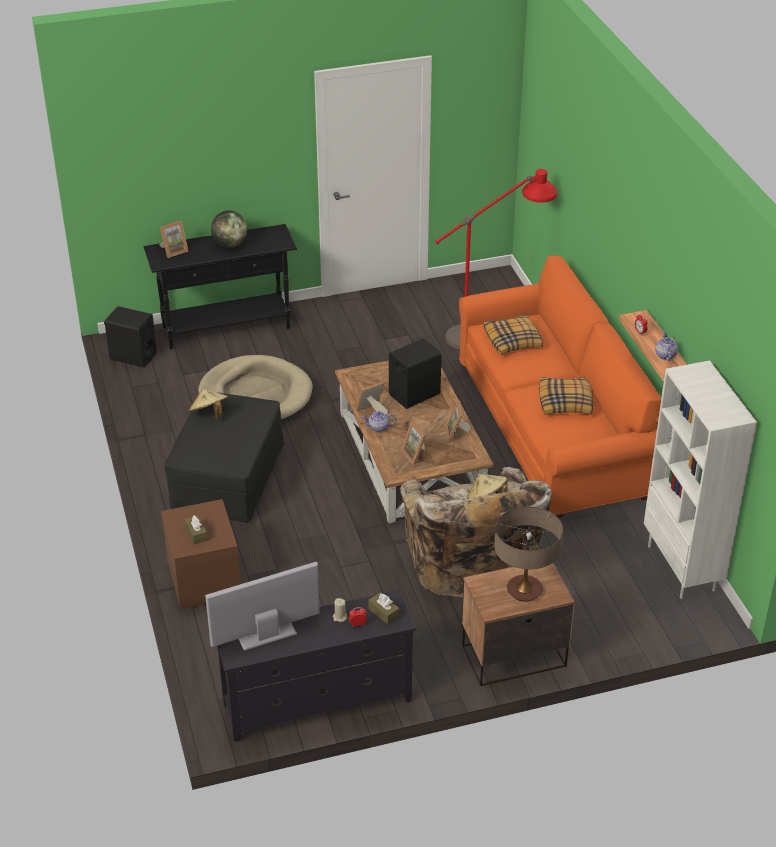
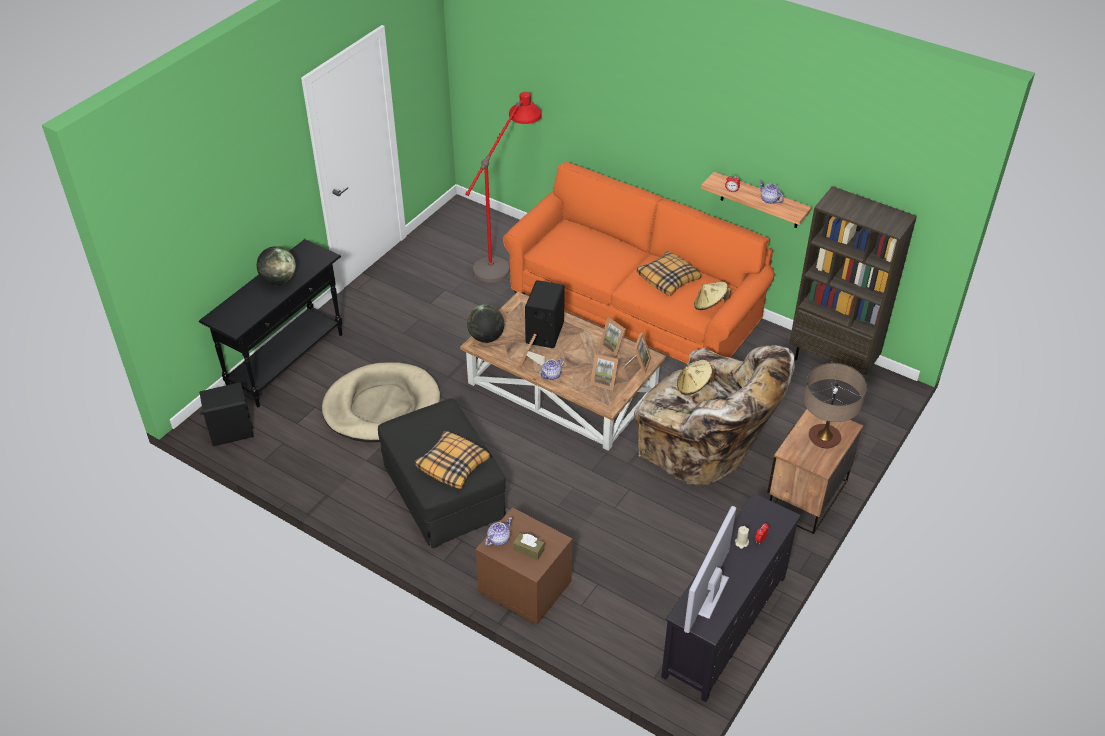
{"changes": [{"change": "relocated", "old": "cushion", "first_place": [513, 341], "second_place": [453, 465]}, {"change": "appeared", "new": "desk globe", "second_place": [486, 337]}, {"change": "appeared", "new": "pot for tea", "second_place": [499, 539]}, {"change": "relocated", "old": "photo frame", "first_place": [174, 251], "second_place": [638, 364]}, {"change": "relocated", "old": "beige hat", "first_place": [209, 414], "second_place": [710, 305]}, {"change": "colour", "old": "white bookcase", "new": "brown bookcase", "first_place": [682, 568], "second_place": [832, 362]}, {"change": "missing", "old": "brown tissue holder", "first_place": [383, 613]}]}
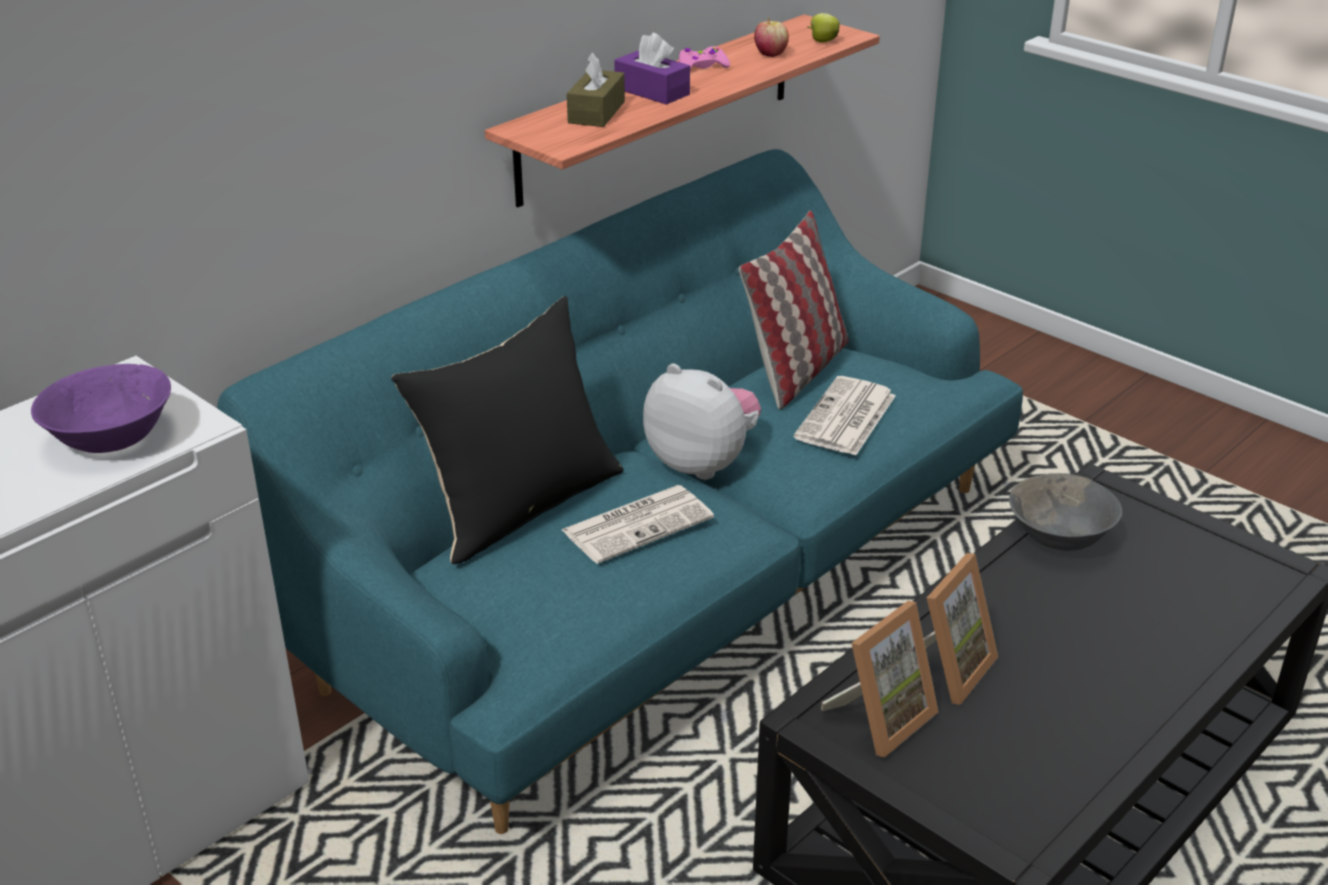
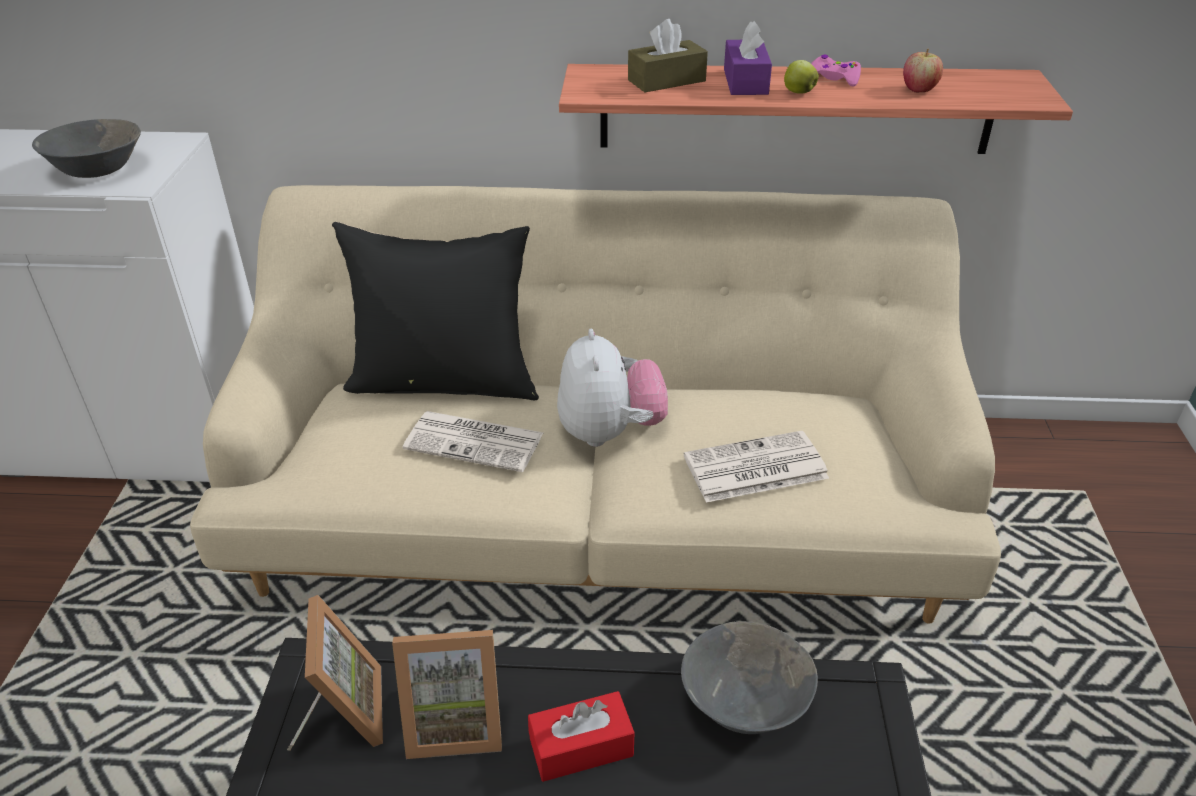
{"changes": [{"change": "colour", "old": "purplish bowl", "new": "gray bowl", "first_place": [113, 437], "second_place": [98, 170]}, {"change": "colour", "old": "turquoise-coloured settee", "new": "beige settee", "first_place": [664, 577], "second_place": [599, 512]}, {"change": "spun", "old": "photo frame", "first_place": [880, 718], "second_place": [343, 712], "degrees": -105}, {"change": "appeared", "new": "reddish tissue holder", "second_place": [581, 747]}, {"change": "relocated", "old": "apple", "first_place": [822, 41], "second_place": [798, 92]}, {"change": "missing", "old": "cushion", "first_place": [796, 370]}]}
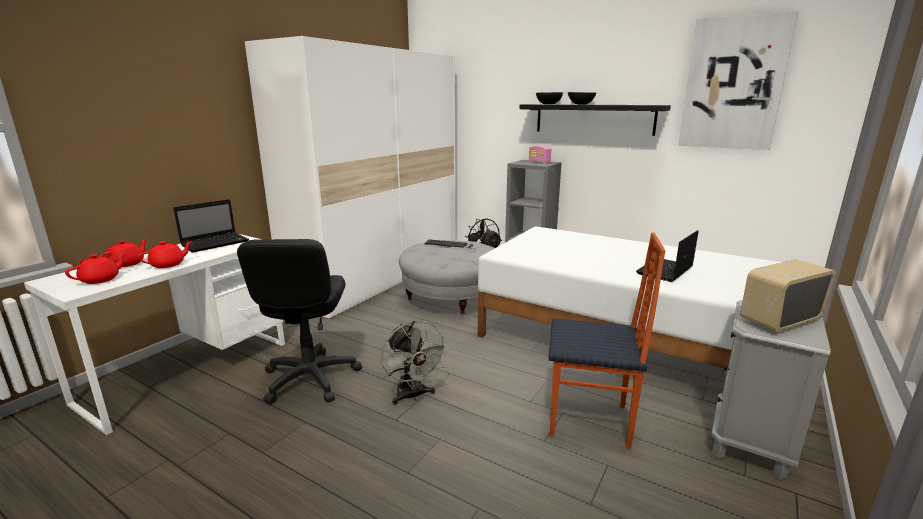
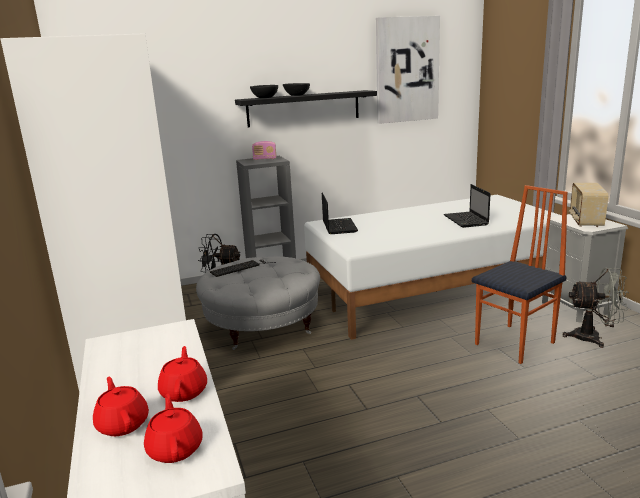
{"changes": [{"change": "relocated", "old": "portable computer", "first_place": [216, 243], "second_place": [339, 227]}, {"change": "relocated", "old": "gray cooling fan", "first_place": [413, 396], "second_place": [593, 338]}, {"change": "missing", "old": "black desk chair", "first_place": [310, 378]}]}
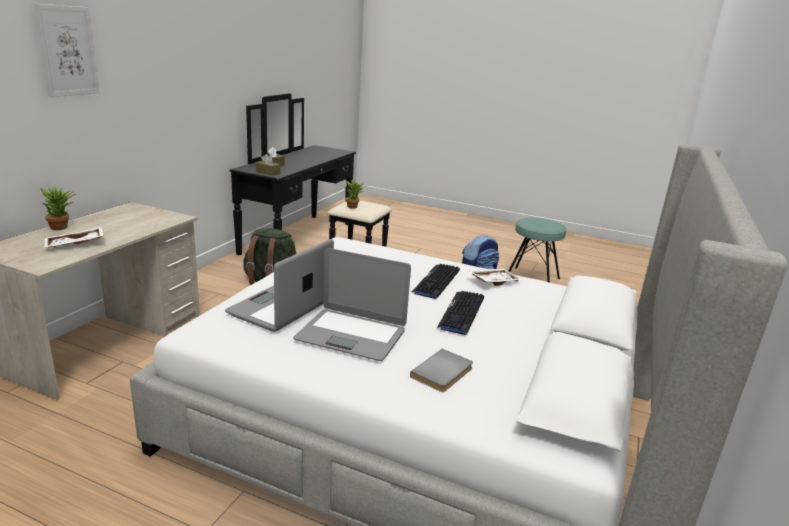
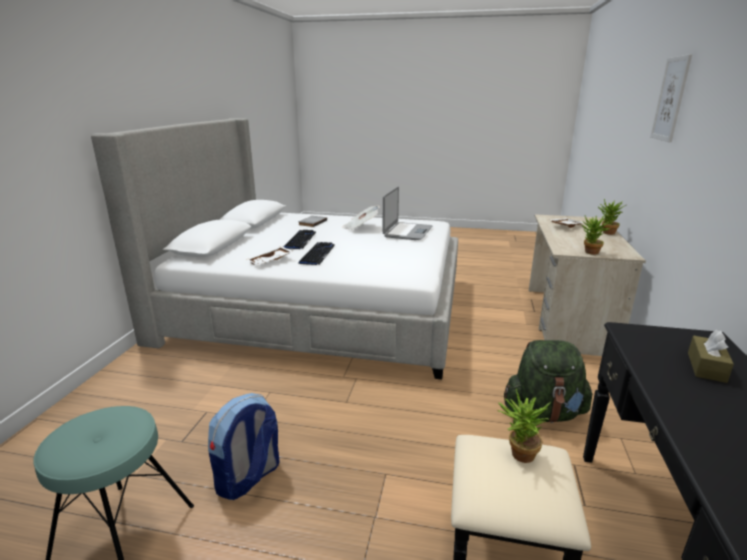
{"changes": [{"change": "exchanged", "old": "portable computer", "new": "printed paper", "first_place": [351, 335], "second_place": [360, 227]}, {"change": "appeared", "new": "plant in a pot", "second_place": [590, 253]}, {"change": "missing", "old": "brown tissue holder", "first_place": [268, 172]}]}
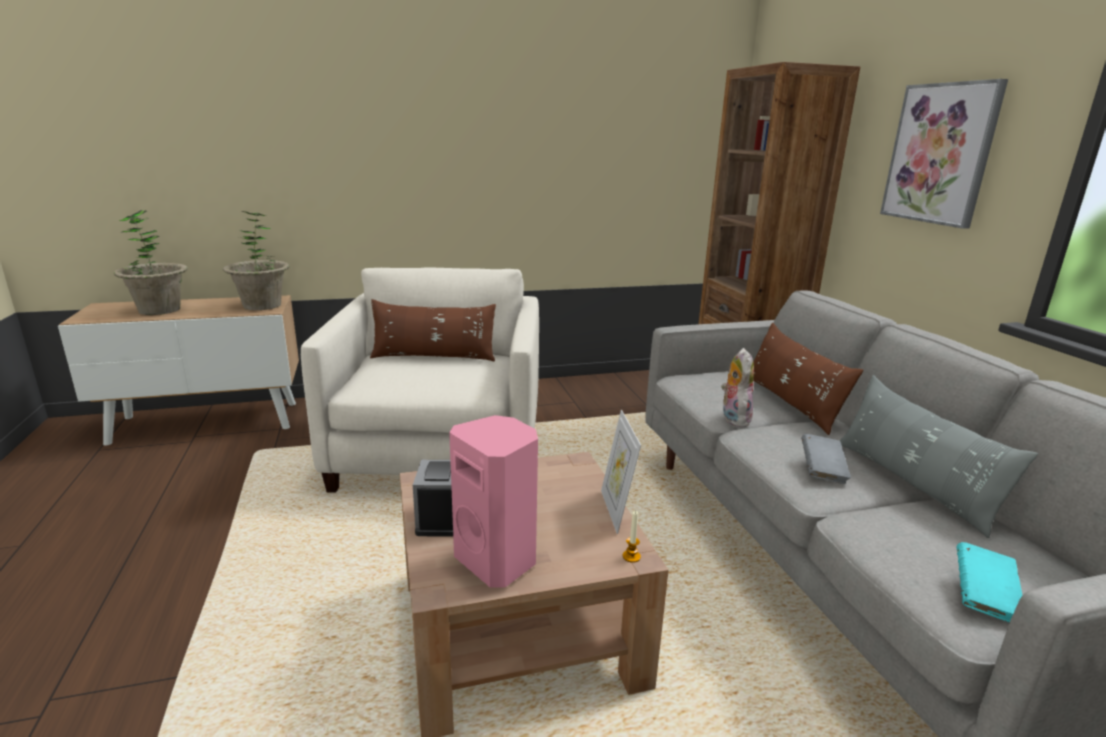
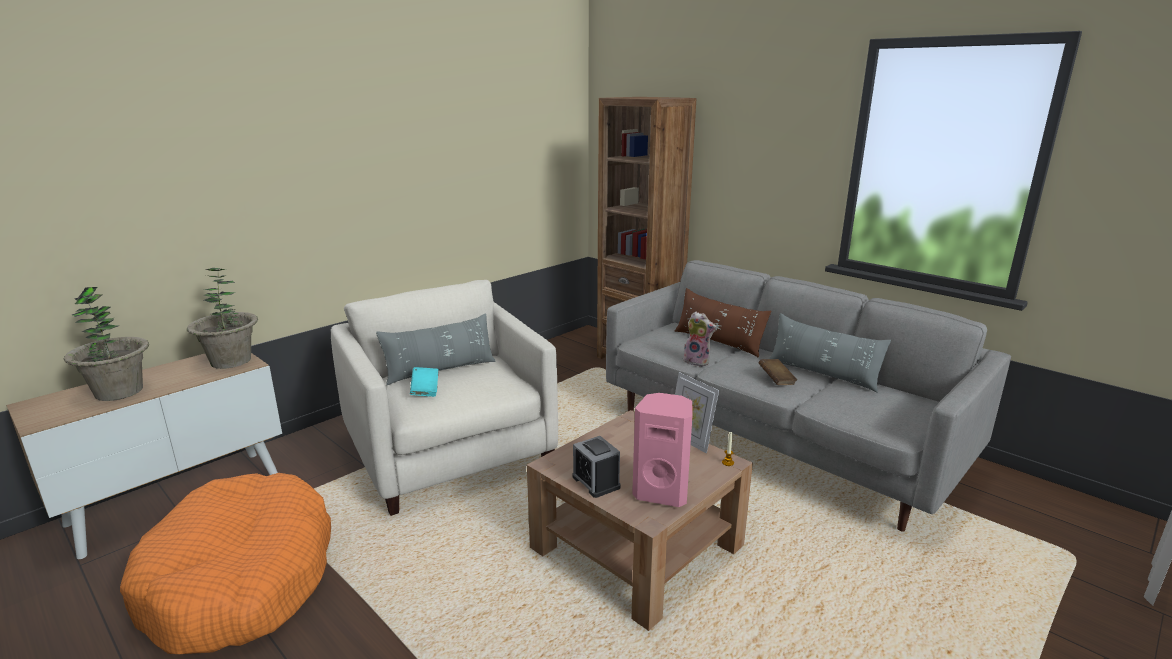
{"changes": [{"change": "appeared", "new": "orangey dog cushion", "second_place": [241, 579]}, {"change": "colour", "old": "brown cushion", "new": "gray cushion", "first_place": [434, 357], "second_place": [440, 370]}, {"change": "relocated", "old": "turquoise-coloured bound book", "first_place": [983, 597], "second_place": [425, 390]}, {"change": "spun", "old": "plush toy", "first_place": [733, 418], "second_place": [698, 361], "degrees": 150}, {"change": "colour", "old": "gray bound book", "new": "brown bound book", "first_place": [822, 471], "second_place": [776, 380]}, {"change": "missing", "old": "wall picture", "first_place": [940, 154]}]}
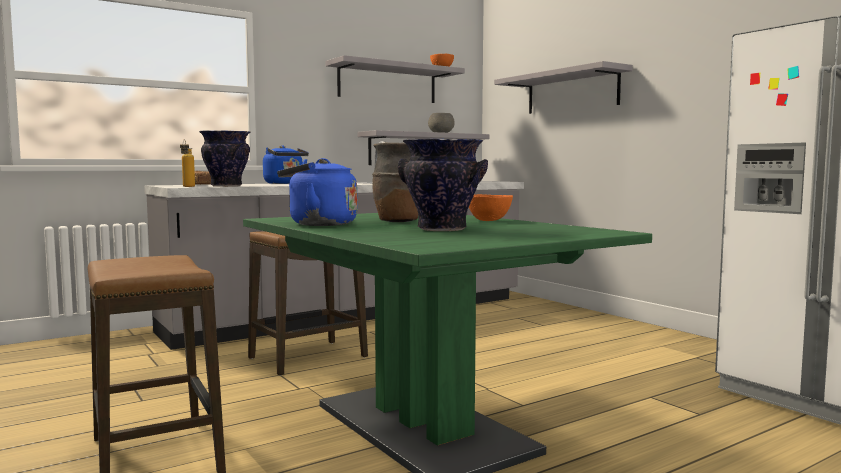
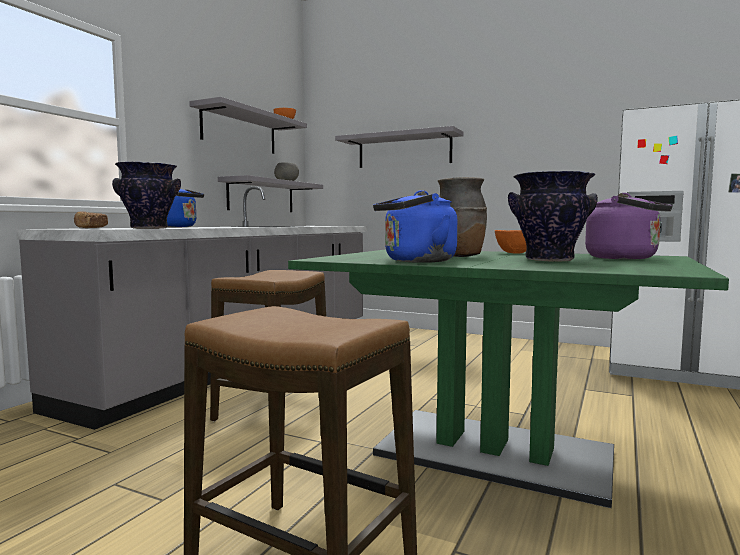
{"changes": [{"change": "appeared", "new": "purplish tea kettle", "second_place": [626, 258]}, {"change": "missing", "old": "bottle", "first_place": [187, 186]}]}
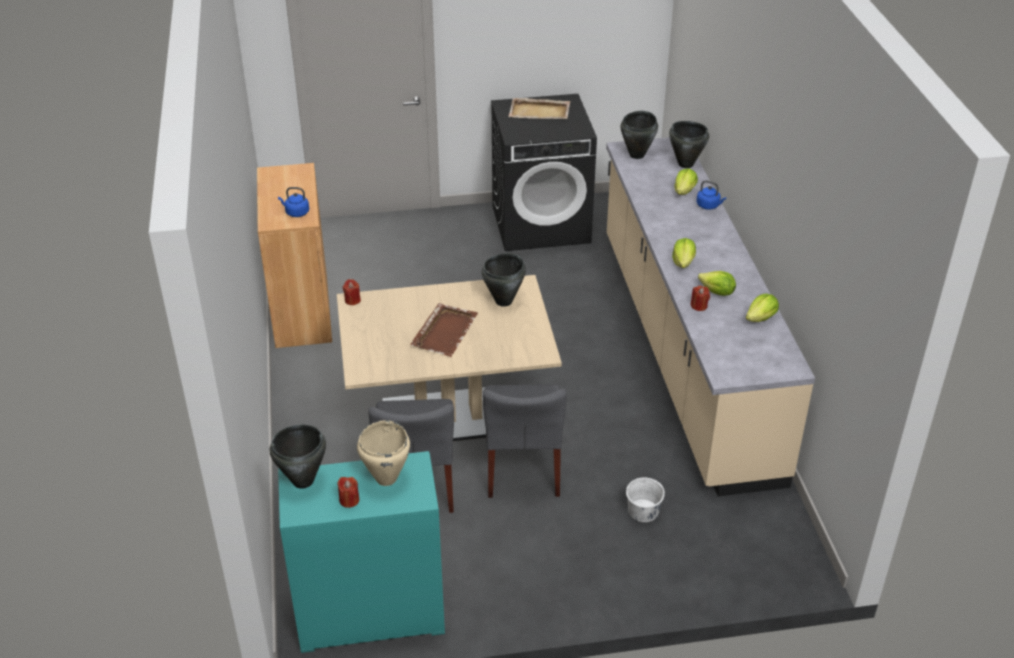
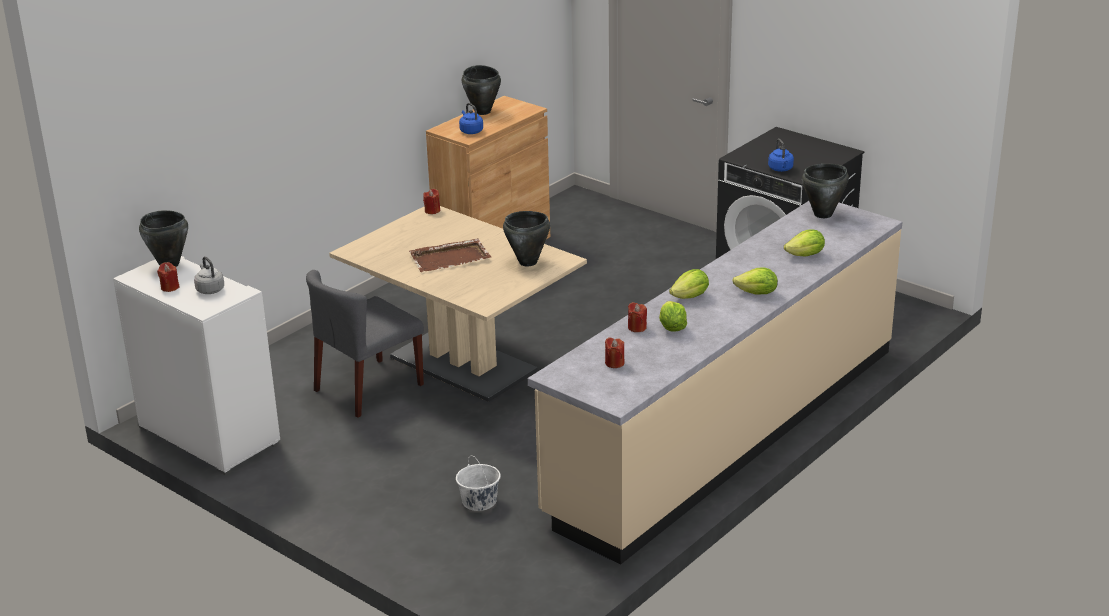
{"changes": [{"change": "colour", "old": "turquoise-coloured storage cabinet", "new": "white storage cabinet", "first_place": [369, 614], "second_place": [207, 435]}, {"change": "exchanged", "old": "beige saucepot", "new": "gray tea kettle", "first_place": [385, 478], "second_place": [209, 289]}, {"change": "relocated", "old": "black saucepot", "first_place": [685, 164], "second_place": [482, 111]}, {"change": "appeared", "new": "reddish wax light", "second_place": [614, 363]}, {"change": "relocated", "old": "head of lettuce", "first_place": [761, 318], "second_place": [757, 293]}, {"change": "relocated", "old": "bluish tea kettle", "first_place": [709, 206], "second_place": [781, 169]}, {"change": "missing", "old": "gray chair", "first_place": [523, 467]}, {"change": "missing", "old": "beige tray", "first_place": [540, 111]}]}
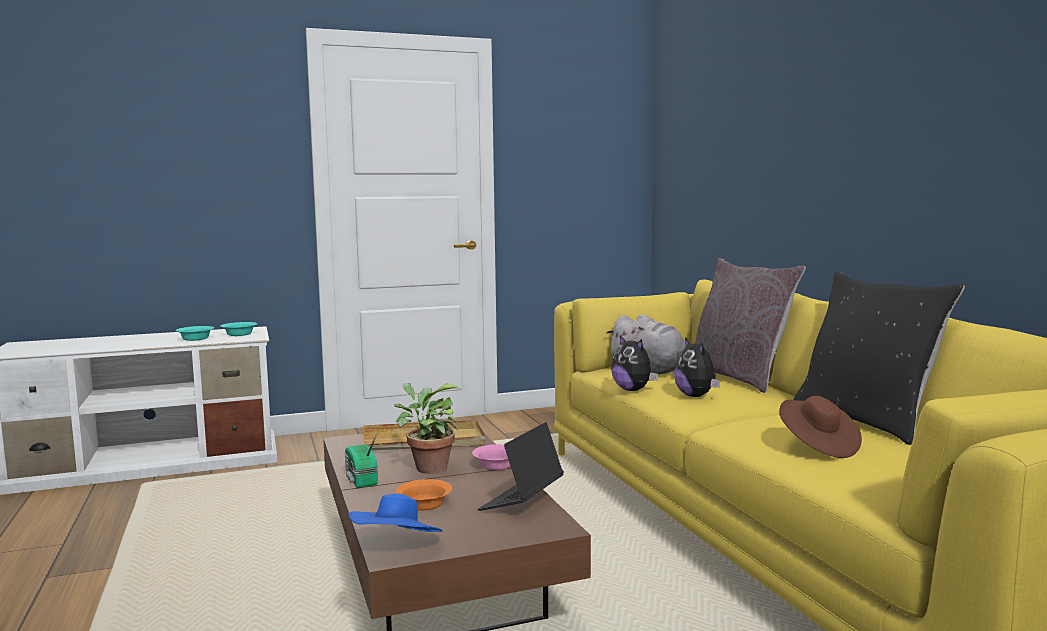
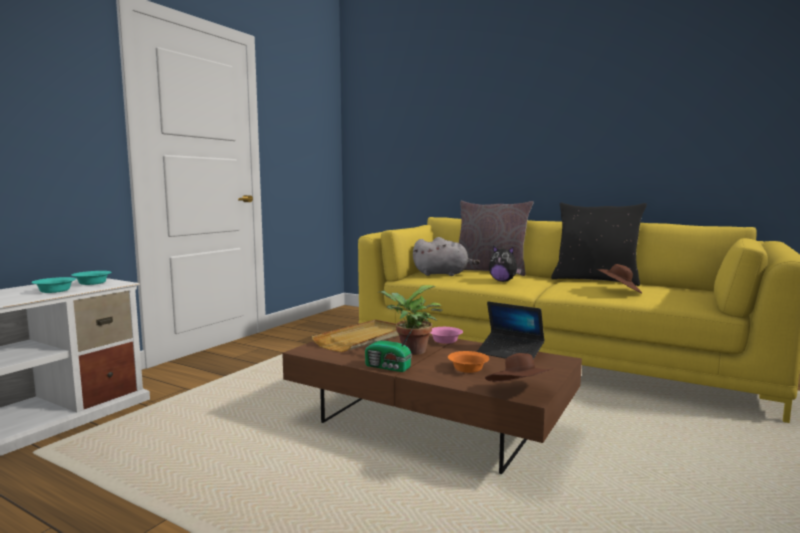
{"changes": [{"change": "spun", "old": "portable computer", "first_place": [522, 501], "second_place": [510, 353], "degrees": -45}, {"change": "colour", "old": "bluish hat", "new": "brown hat", "first_place": [397, 546], "second_place": [519, 392]}, {"change": "missing", "old": "plush toy", "first_place": [633, 390]}]}
